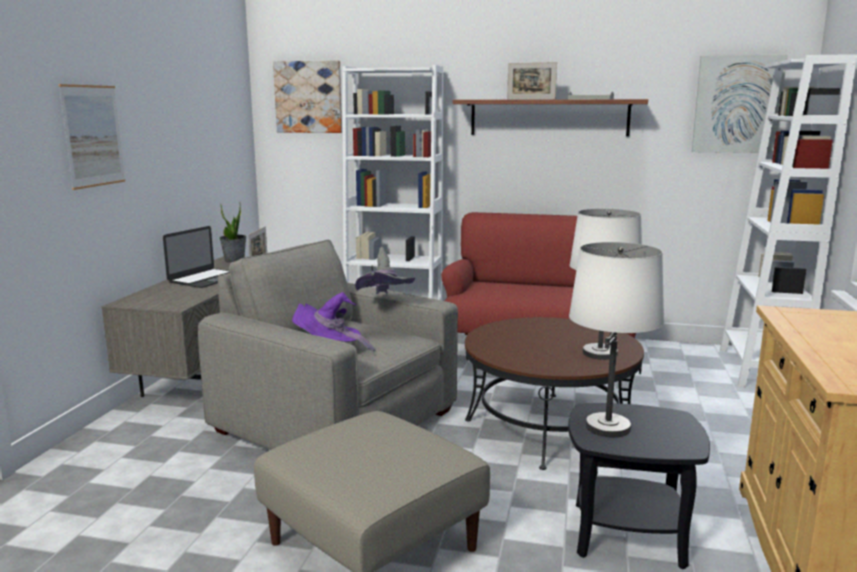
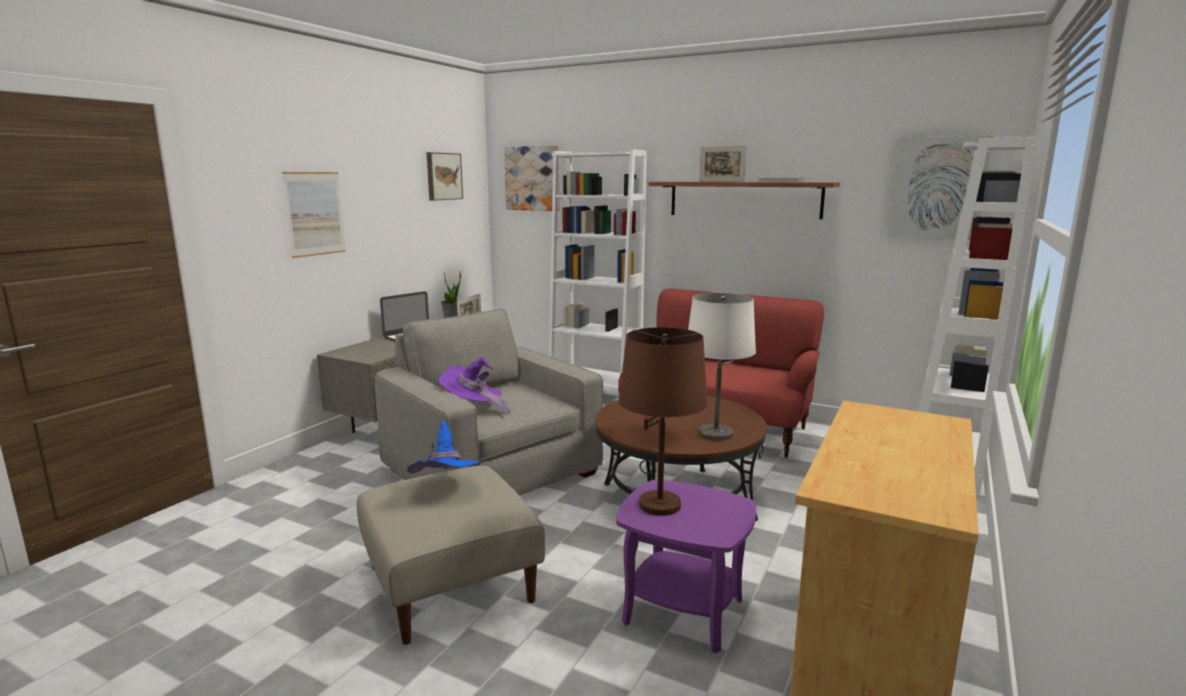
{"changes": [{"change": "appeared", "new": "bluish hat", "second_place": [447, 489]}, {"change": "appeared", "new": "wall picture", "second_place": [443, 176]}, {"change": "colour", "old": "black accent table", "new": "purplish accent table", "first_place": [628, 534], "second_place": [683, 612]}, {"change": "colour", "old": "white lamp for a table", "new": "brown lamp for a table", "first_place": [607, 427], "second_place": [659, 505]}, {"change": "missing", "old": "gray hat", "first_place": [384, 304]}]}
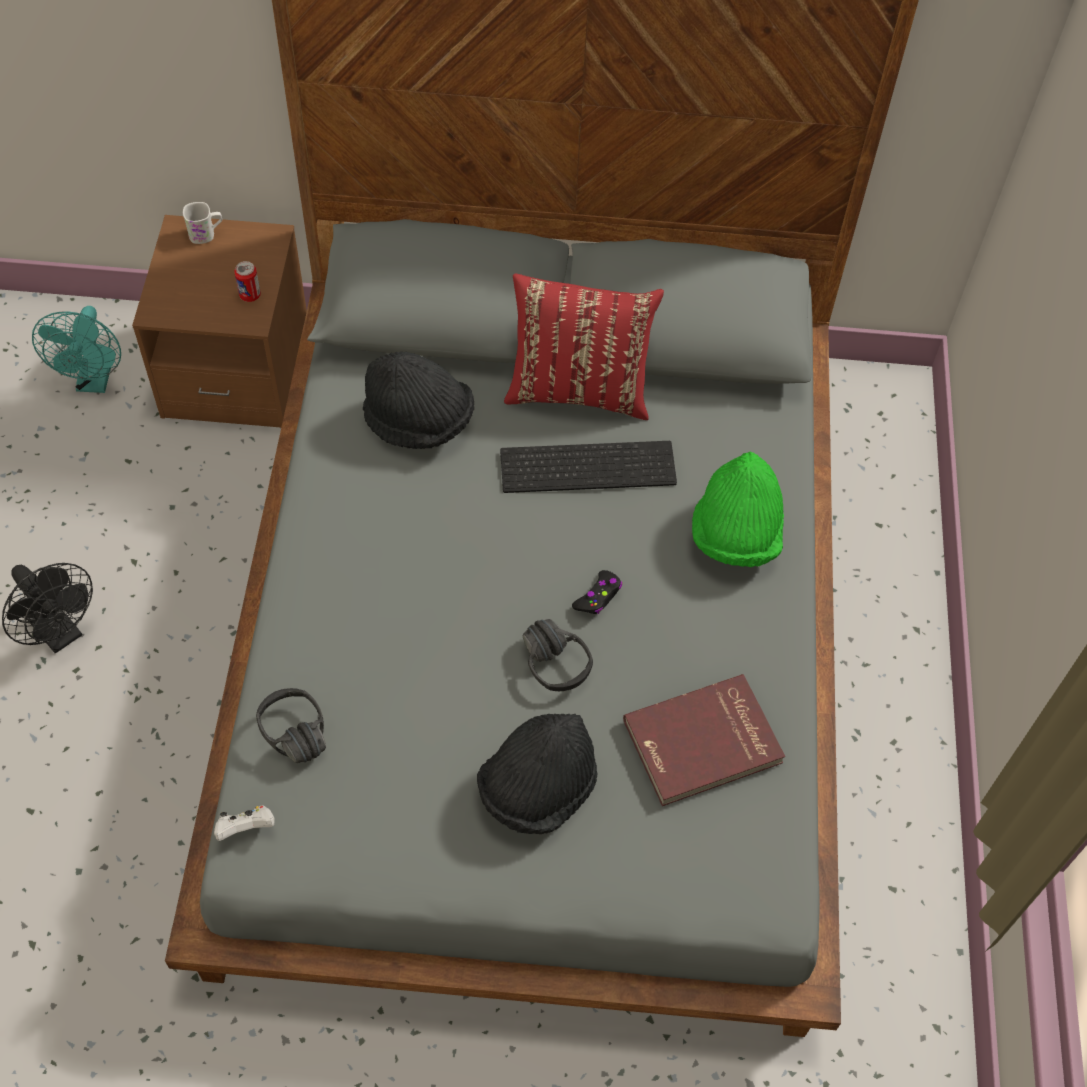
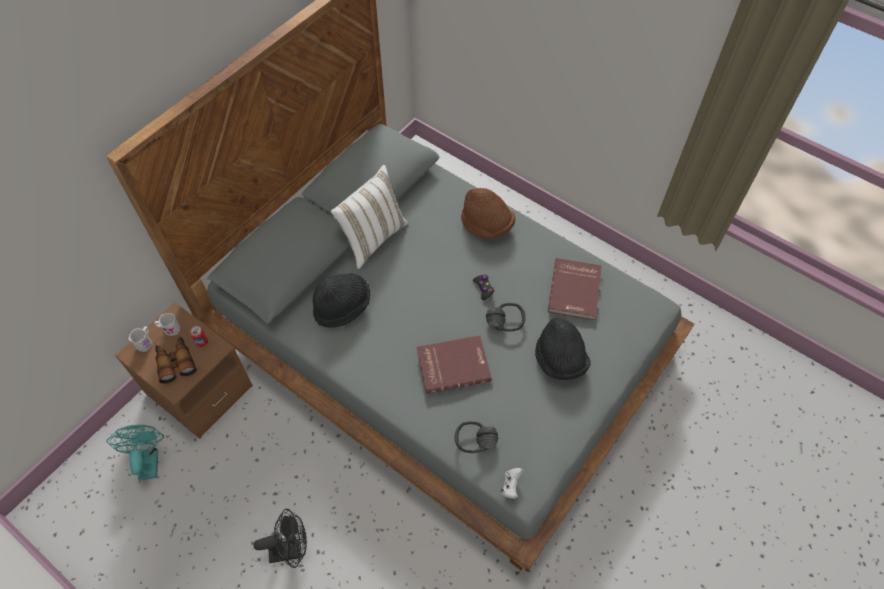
{"changes": [{"change": "spun", "old": "turquoise-coloured cooling fan", "first_place": [94, 381], "second_place": [148, 460], "degrees": -135}, {"change": "appeared", "new": "white coffee mug", "second_place": [169, 329]}, {"change": "appeared", "new": "field glasses", "second_place": [175, 362]}, {"change": "colour", "old": "reddish cushion", "new": "white cushion", "first_place": [578, 390], "second_place": [373, 238]}, {"change": "appeared", "new": "reddish bound book", "second_place": [453, 364]}, {"change": "colour", "old": "green hat", "new": "brown hat", "first_place": [735, 534], "second_place": [486, 225]}, {"change": "missing", "old": "computer keyboard", "first_place": [589, 464]}]}
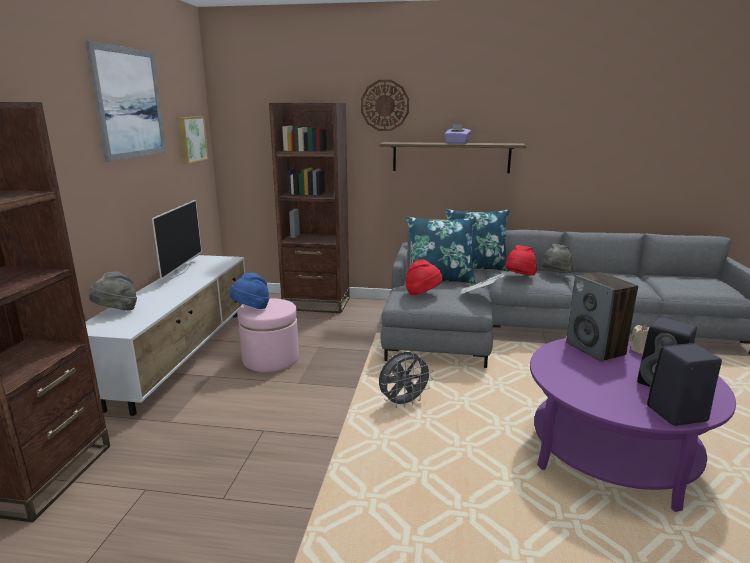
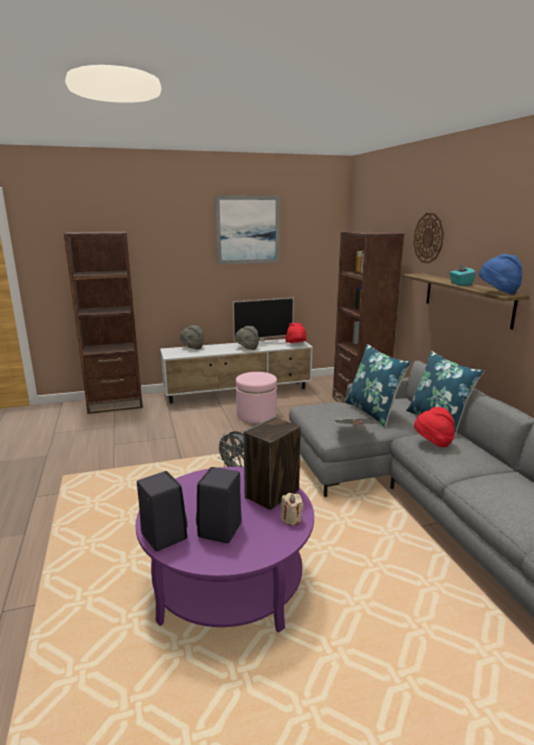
{"changes": [{"change": "relocated", "old": "gray hat", "first_place": [555, 275], "second_place": [247, 348]}, {"change": "relocated", "old": "reddish hat", "first_place": [422, 294], "second_place": [296, 345]}, {"change": "colour", "old": "purplish tissue holder", "new": "turquoise-coloured tissue holder", "first_place": [457, 143], "second_place": [460, 284]}, {"change": "relocated", "old": "bluish hat", "first_place": [251, 309], "second_place": [498, 293]}, {"change": "missing", "old": "wall picture", "first_place": [191, 139]}]}
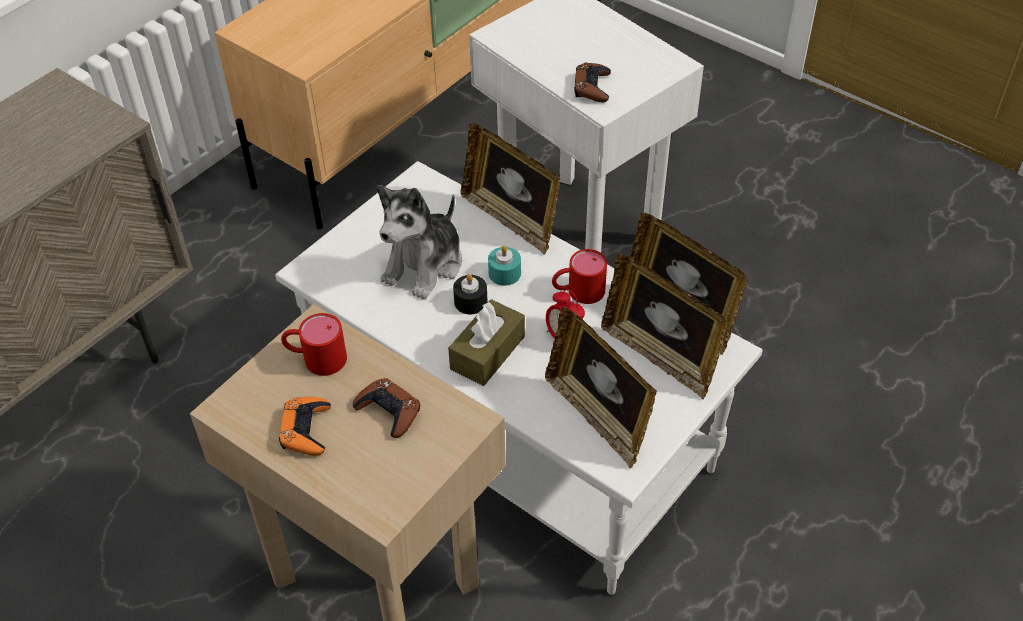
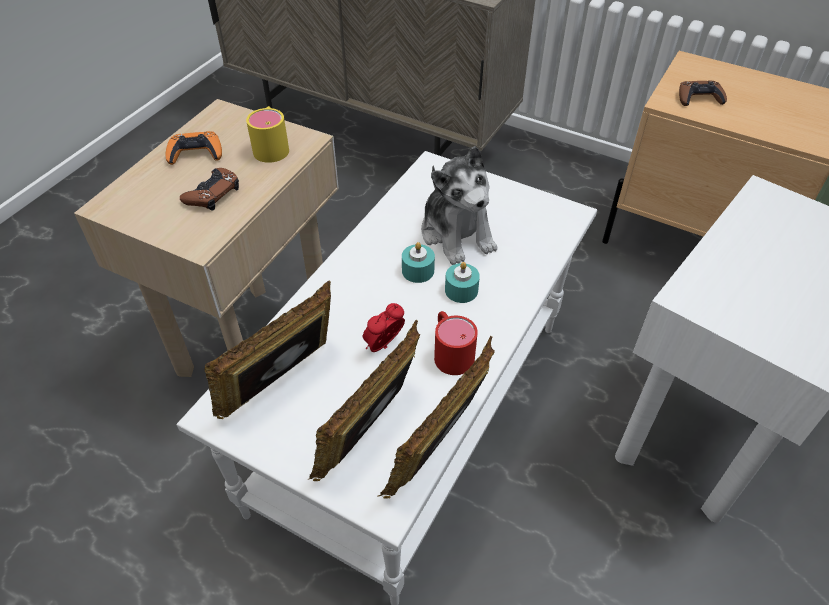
{"changes": [{"change": "colour", "old": "reddish coffee mug", "new": "yellow coffee mug", "first_place": [315, 358], "second_place": [271, 146]}, {"change": "colour", "old": "black wax light", "new": "turquoise-coloured wax light", "first_place": [470, 301], "second_place": [418, 271]}, {"change": "spun", "old": "plush toy", "first_place": [425, 265], "second_place": [457, 233], "degrees": -135}, {"change": "relocated", "old": "brown gamepad", "first_place": [592, 87], "second_place": [699, 98]}, {"change": "missing", "old": "brown tissue holder", "first_place": [487, 352]}, {"change": "missing", "old": "photo frame", "first_place": [511, 219]}]}
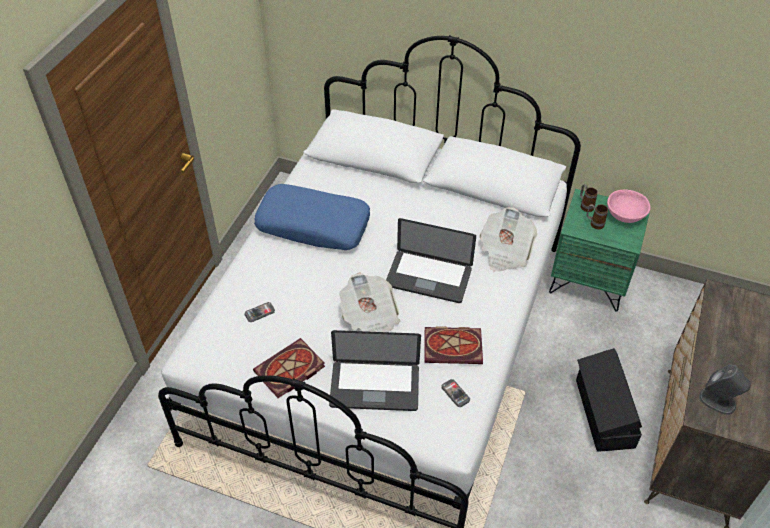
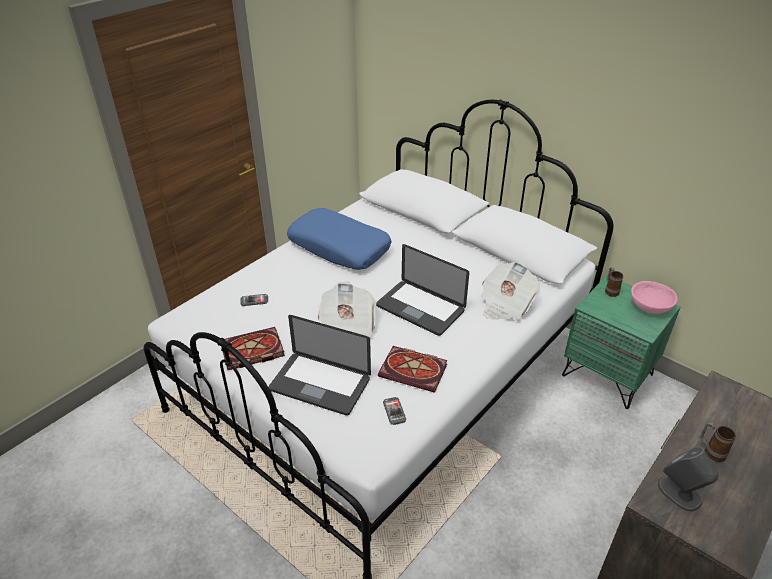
{"changes": [{"change": "relocated", "old": "coffee mug", "first_place": [594, 223], "second_place": [710, 451]}, {"change": "missing", "old": "black storage box", "first_place": [603, 414]}]}
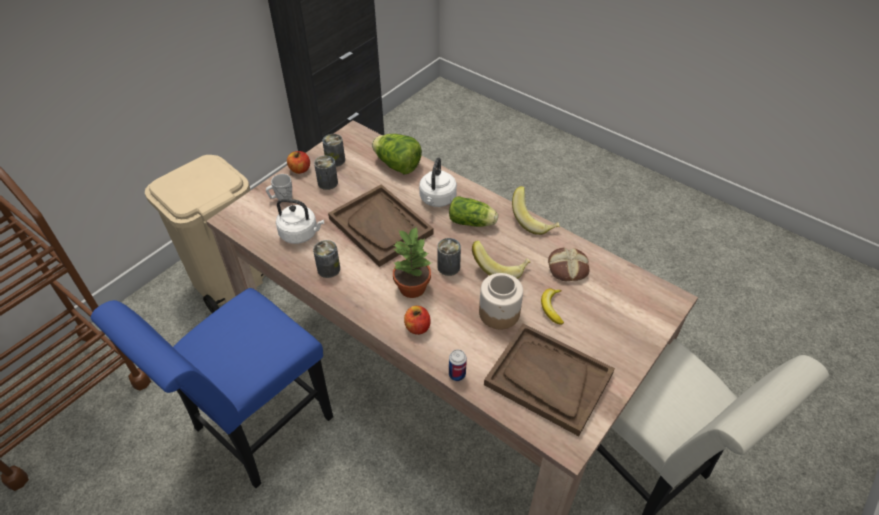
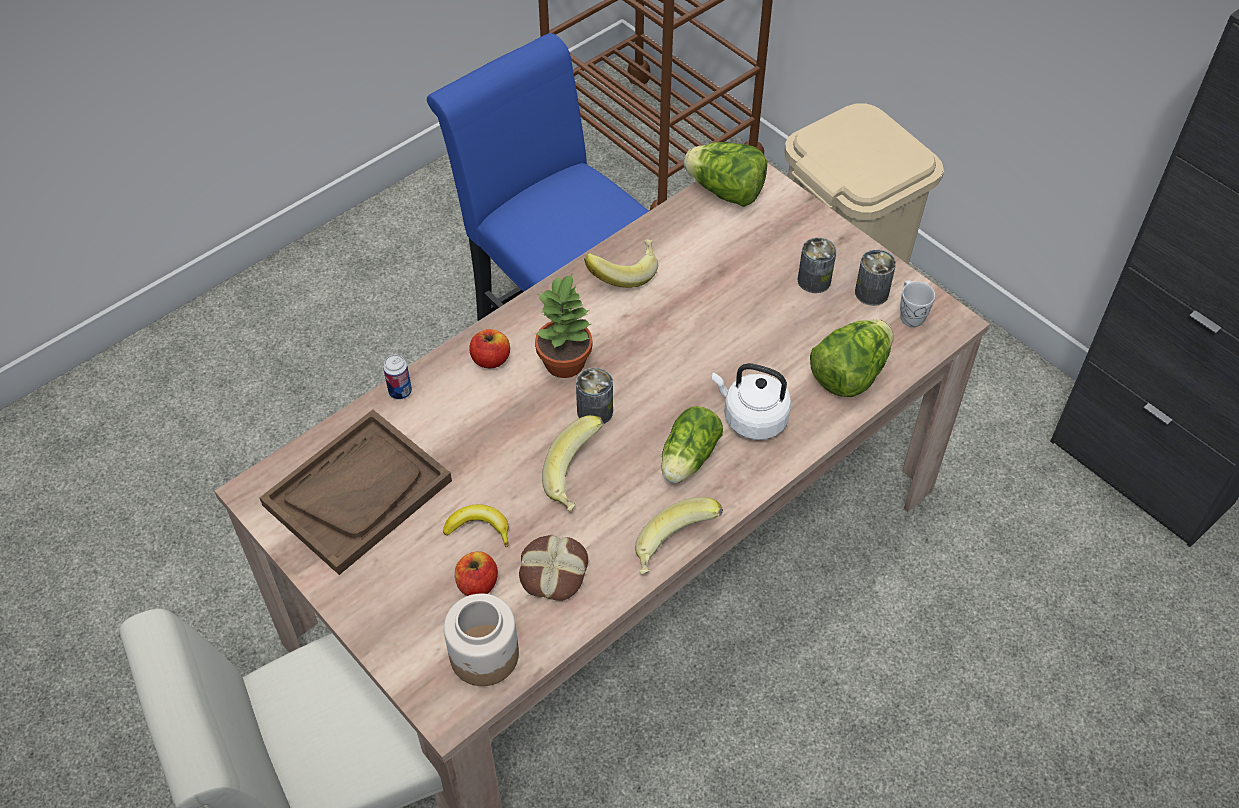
{"changes": [{"change": "relocated", "old": "storage jar", "first_place": [499, 313], "second_place": [484, 656]}, {"change": "relocated", "old": "apple", "first_place": [300, 169], "second_place": [477, 584]}, {"change": "exchanged", "old": "sealed can", "new": "banana fruit", "first_place": [328, 269], "second_place": [623, 272]}, {"change": "appeared", "new": "head of lettuce", "second_place": [725, 192]}, {"change": "relocated", "old": "white coffee mug", "first_place": [281, 198], "second_place": [910, 314]}, {"change": "missing", "old": "white tea kettle", "first_place": [301, 234]}, {"change": "missing", "old": "brown tray", "first_place": [381, 226]}]}
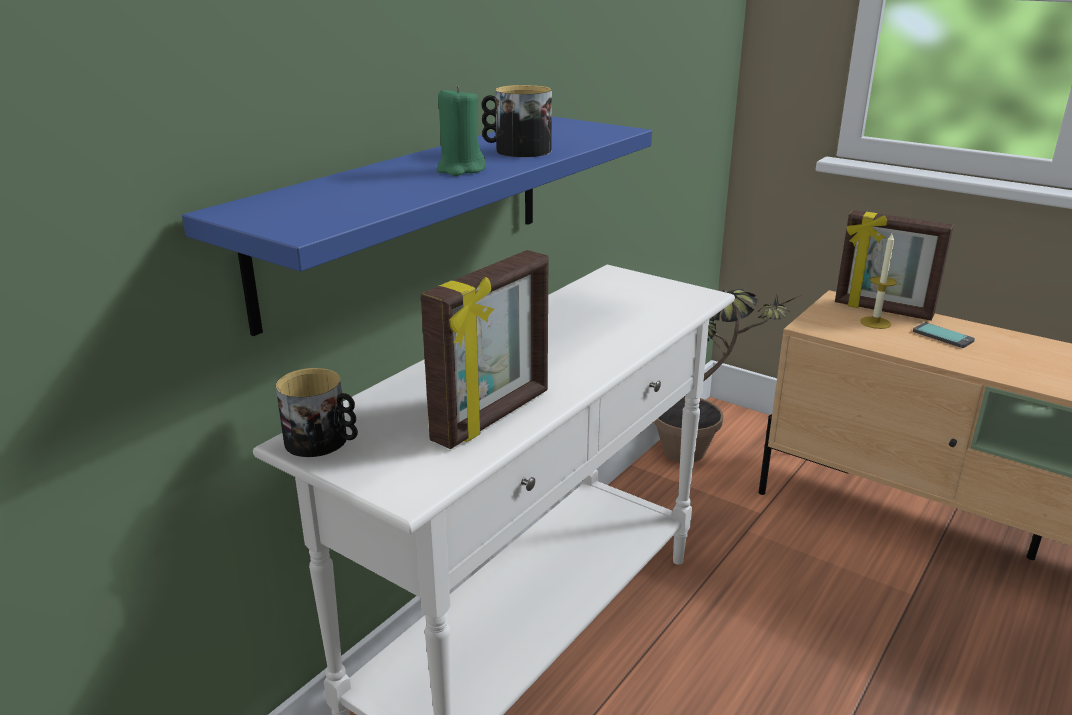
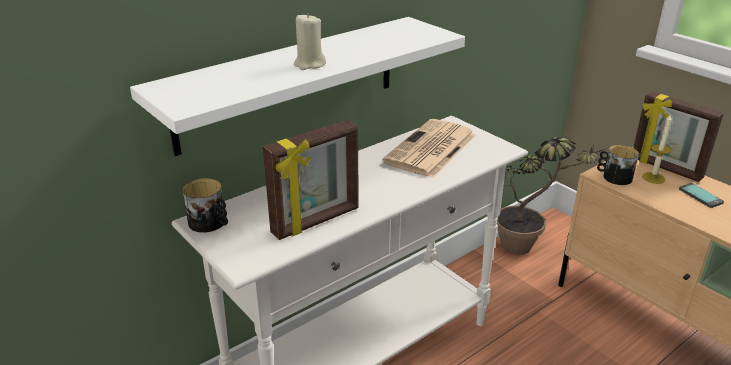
{"changes": [{"change": "colour", "old": "bluish bracket shelf", "new": "white bracket shelf", "first_place": [409, 213], "second_place": [289, 83]}, {"change": "colour", "old": "green wax light", "new": "beige wax light", "first_place": [460, 170], "second_place": [309, 64]}, {"change": "appeared", "new": "printed paper", "second_place": [431, 149]}, {"change": "relocated", "old": "coffee mug", "first_place": [516, 150], "second_place": [613, 177]}]}
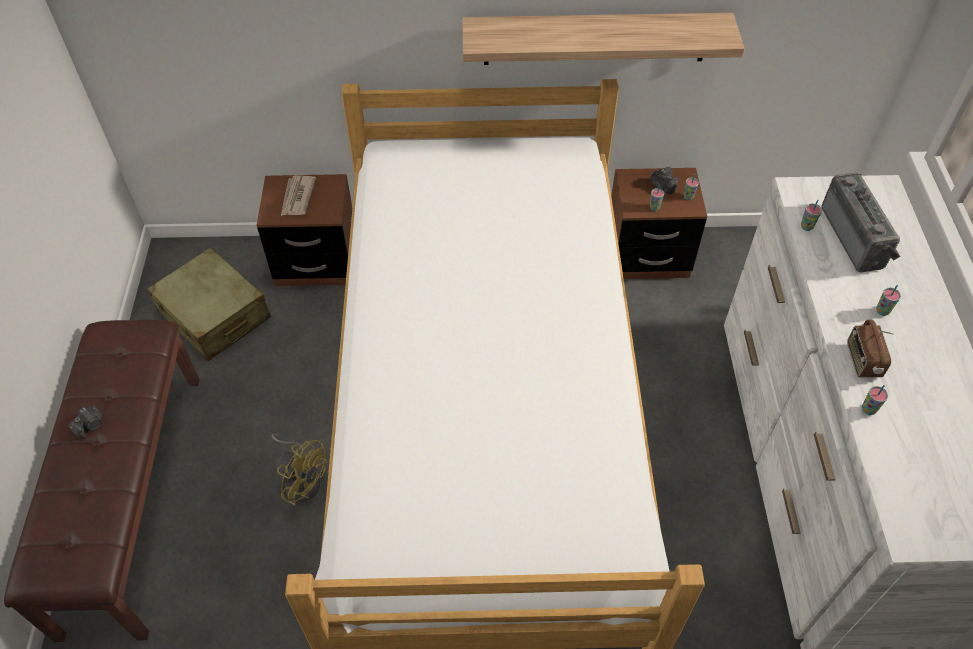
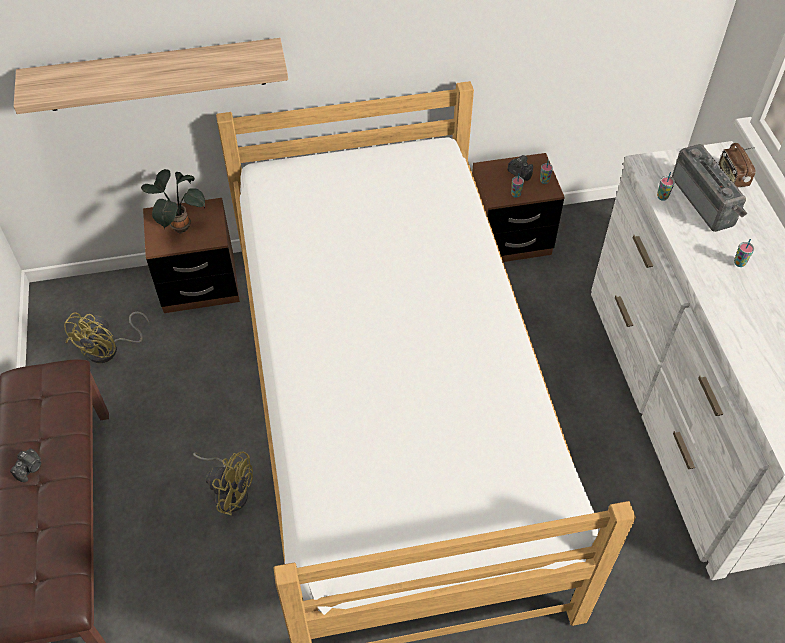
{"changes": [{"change": "relocated", "old": "bracket shelf", "first_place": [595, 38], "second_place": [155, 75]}, {"change": "exchanged", "old": "beige piece of luggage", "new": "yellow cooling fan", "first_place": [214, 315], "second_place": [110, 349]}, {"change": "exchanged", "old": "printed paper", "new": "plant in a pot", "first_place": [297, 197], "second_place": [179, 226]}, {"change": "relocated", "old": "radio", "first_place": [862, 360], "second_place": [732, 177]}, {"change": "missing", "old": "cup", "first_place": [868, 409]}]}
